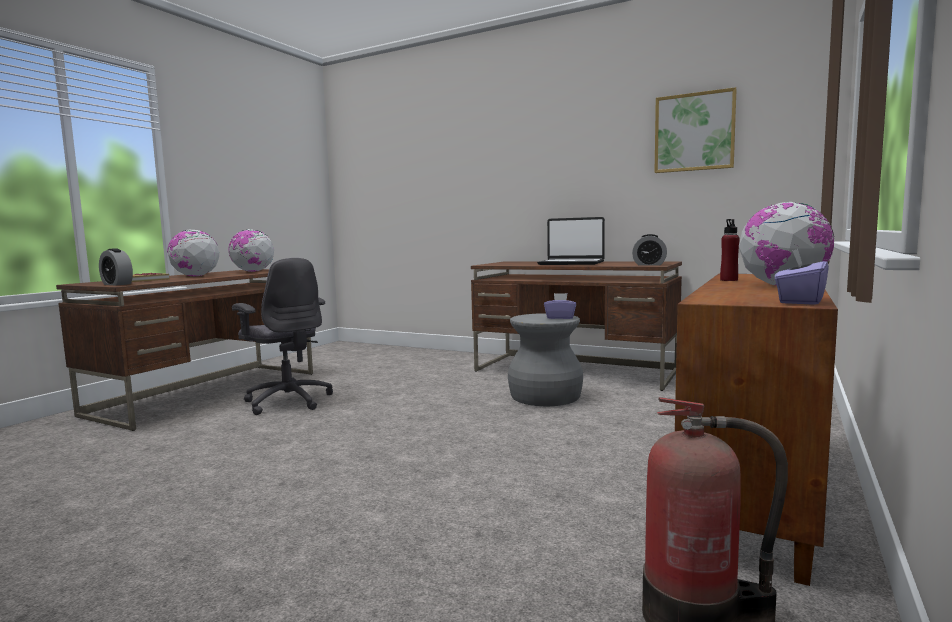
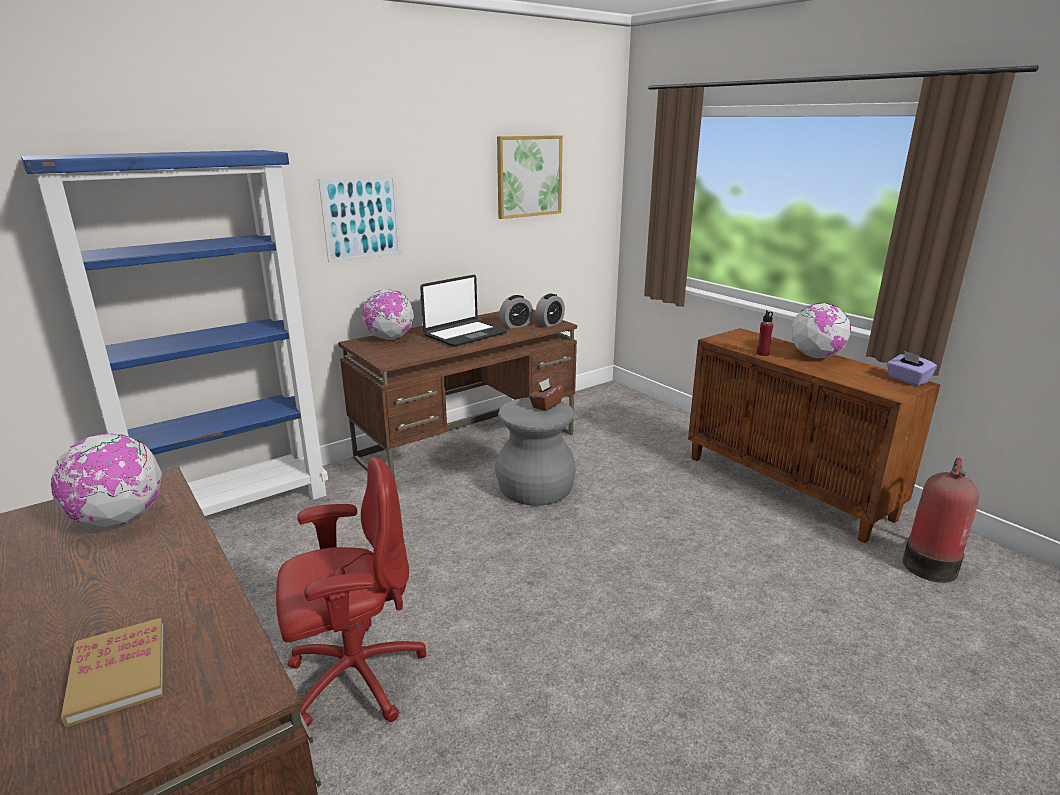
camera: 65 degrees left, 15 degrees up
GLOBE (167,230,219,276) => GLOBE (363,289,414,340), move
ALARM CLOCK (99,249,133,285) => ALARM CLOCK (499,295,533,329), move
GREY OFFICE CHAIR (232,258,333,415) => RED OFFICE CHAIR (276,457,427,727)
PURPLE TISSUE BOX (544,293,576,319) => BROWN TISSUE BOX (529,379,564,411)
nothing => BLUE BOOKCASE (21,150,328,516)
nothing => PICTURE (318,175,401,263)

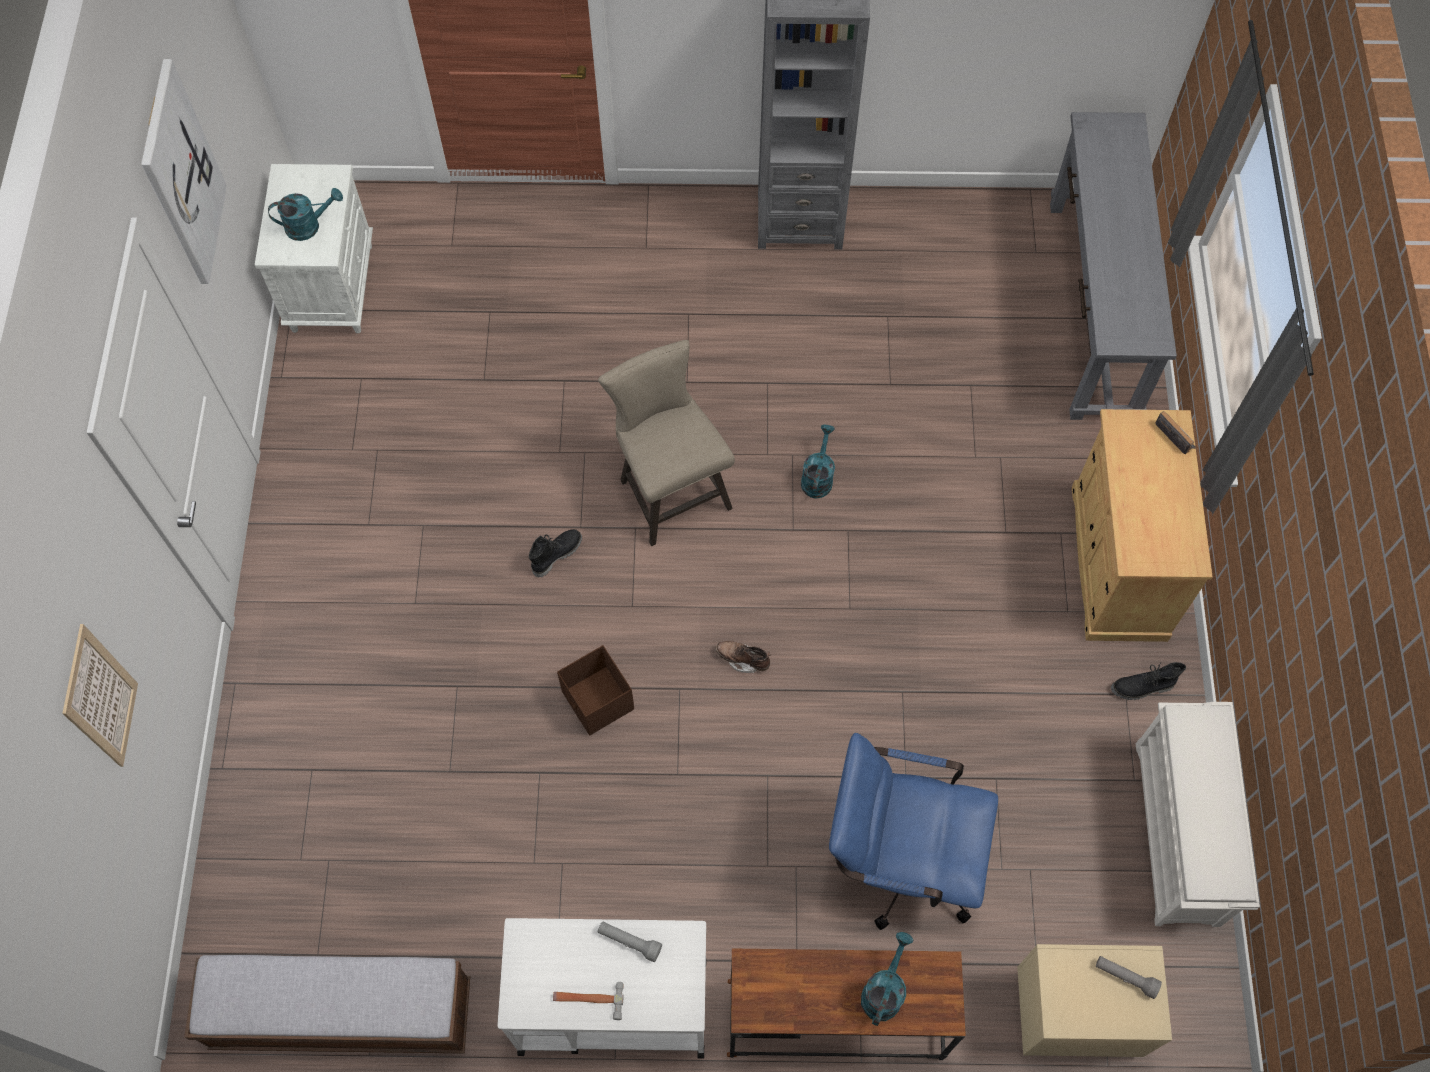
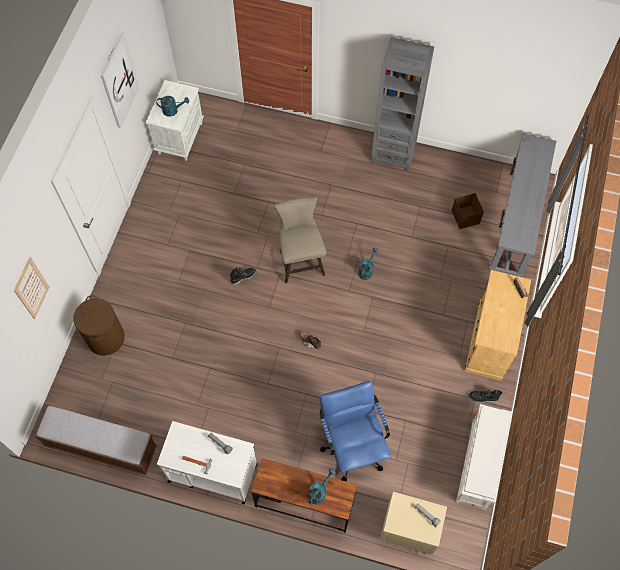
camera: 15 degrees right, 0 degrees up
BROWN STORAGE BOX (557,645,634,735) => BROWN STORAGE BOX (452,193,484,229), move
BLUE OFFICE CHAIR (829,733,998,930) => BLUE OFFICE CHAIR (320,381,391,481), 45 degrees clockwise
nothing => BROWN LAUNDRY BASKET (74,295,125,356)

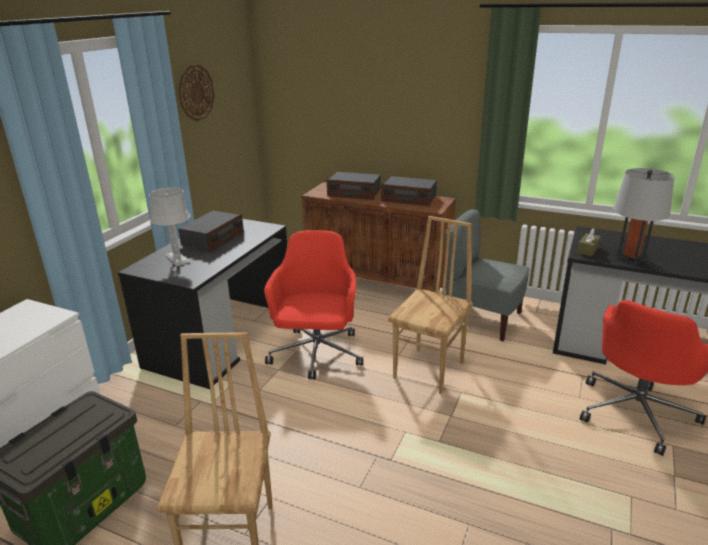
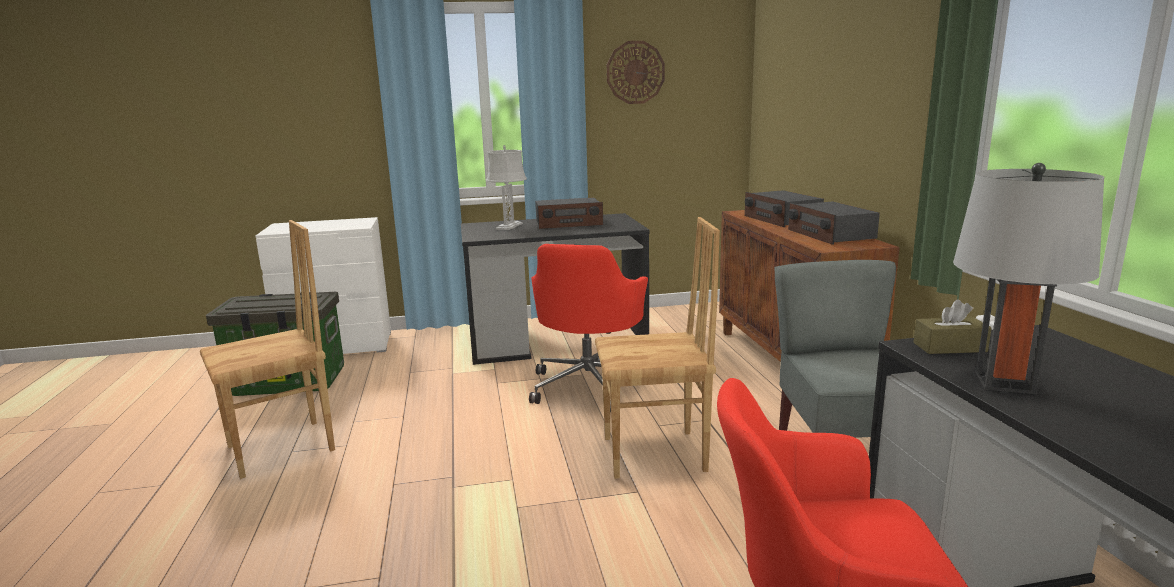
camera: 55 degrees right, 10 degrees down
RED OFFICE CHAIR (264,230,363,379) => RED OFFICE CHAIR (529,244,648,412), 135 degrees clockwise

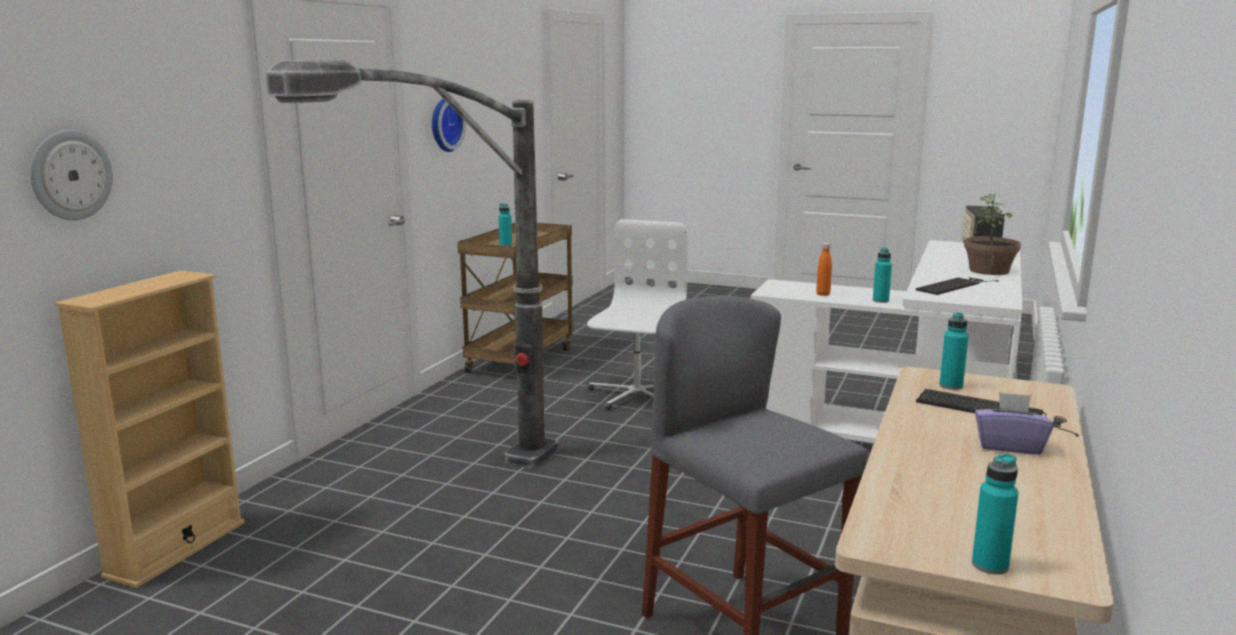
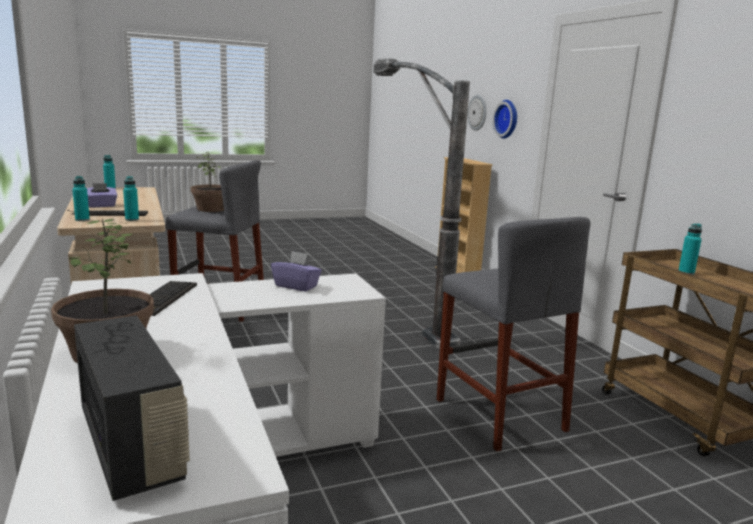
camera: 135 degrees right, 0 degrees up
WALL CLOCK (432,99,466,152) => WALL CLOCK (493,100,517,139), move
WHITE OFFICE CHAIR (587,219,688,410) => GREY STOOL (437,217,590,451)
ORANGE BOTTLE (816,243,832,296) => PURPLE TISSUE BOX (271,251,322,291)
TURQUOISE BOTTLE (873,247,892,303) => TURQUOISE BOTTLE (72,176,90,221), move
nothing => POTTED PLANT (191,152,224,212)

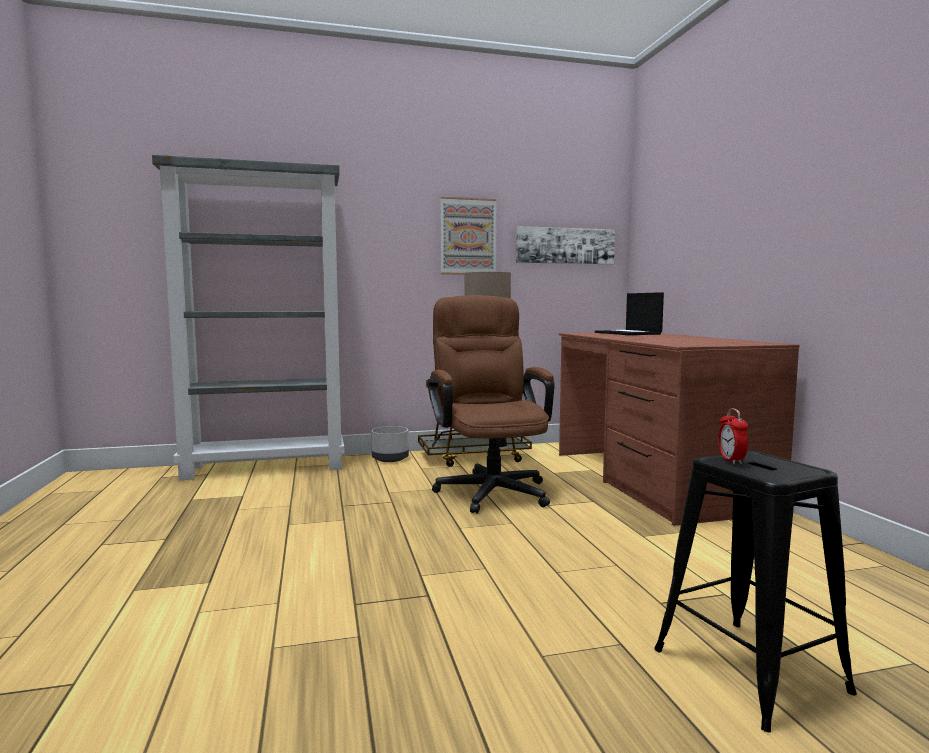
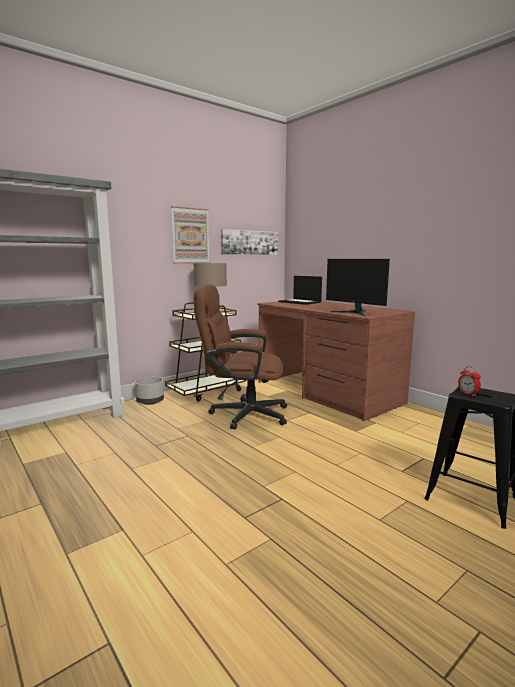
camera: 25 degrees left, 5 degrees up
BROWN OFFICE CHAIR (427,295,555,514) => BROWN OFFICE CHAIR (194,284,287,430), 45 degrees counterclockwise
nothing => MONITOR (326,259,390,317)

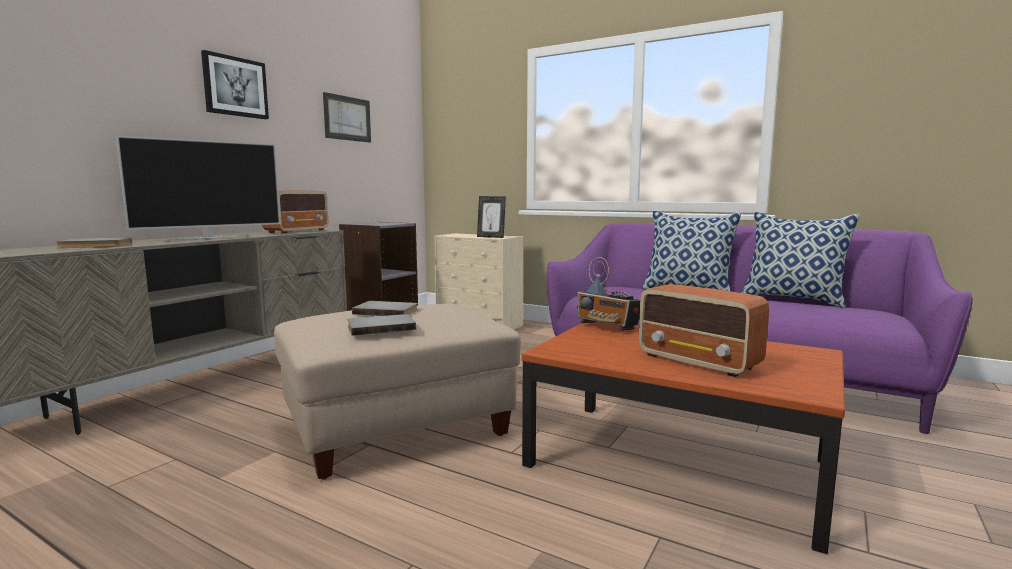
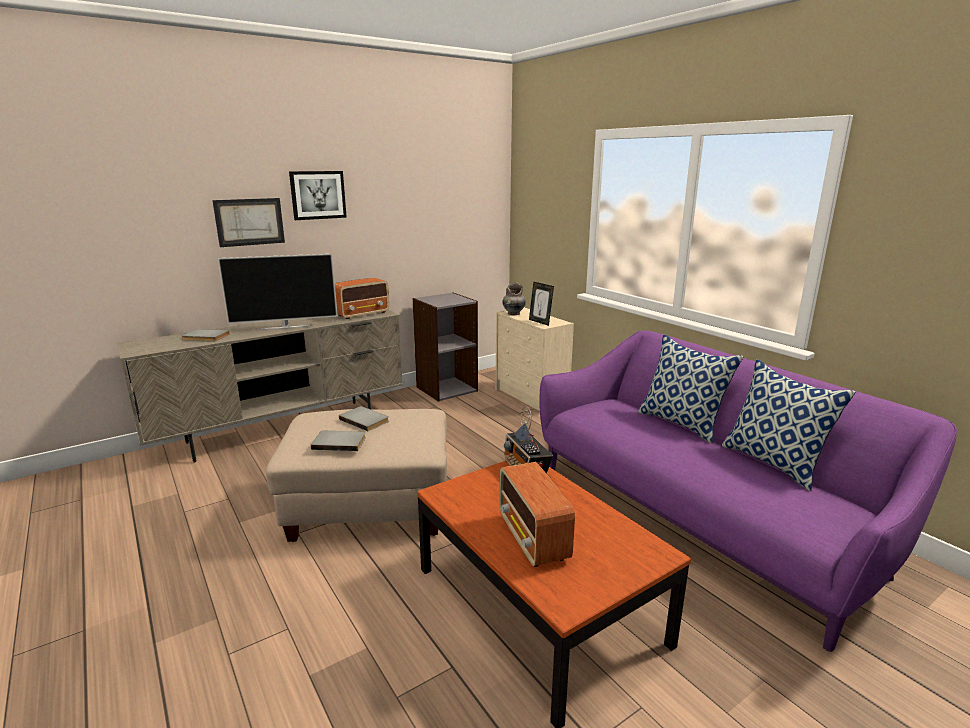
camera: 25 degrees right, 10 degrees up
PICTURE (323,92,371,142) => PICTURE (212,198,285,247), move
nothing => GREY VASE (502,282,526,315)

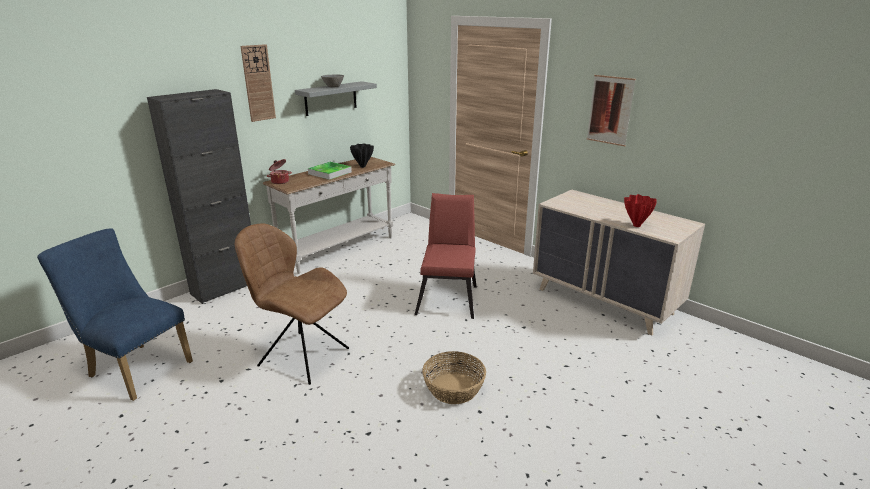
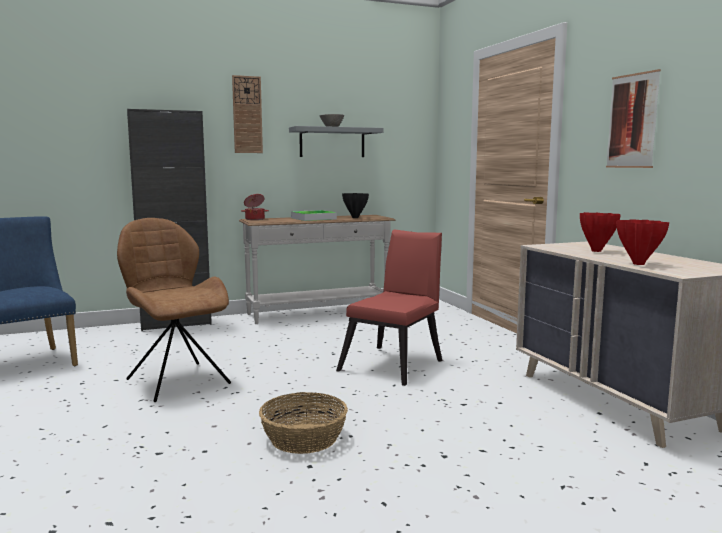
camera: 25 degrees right, 15 degrees down
nothing => RED VASE (580,212,621,252)

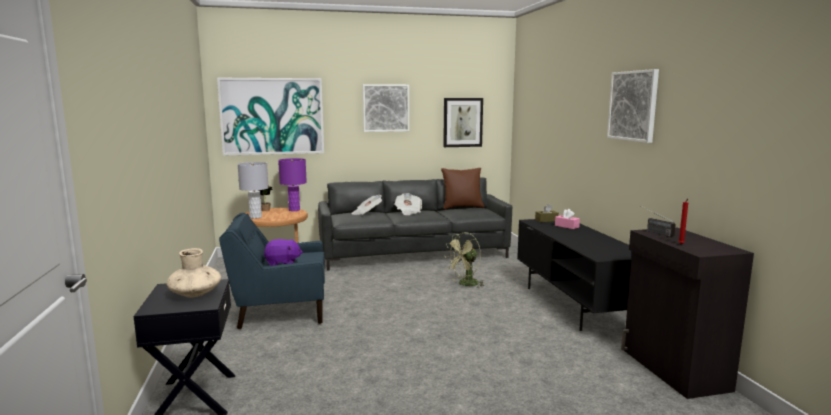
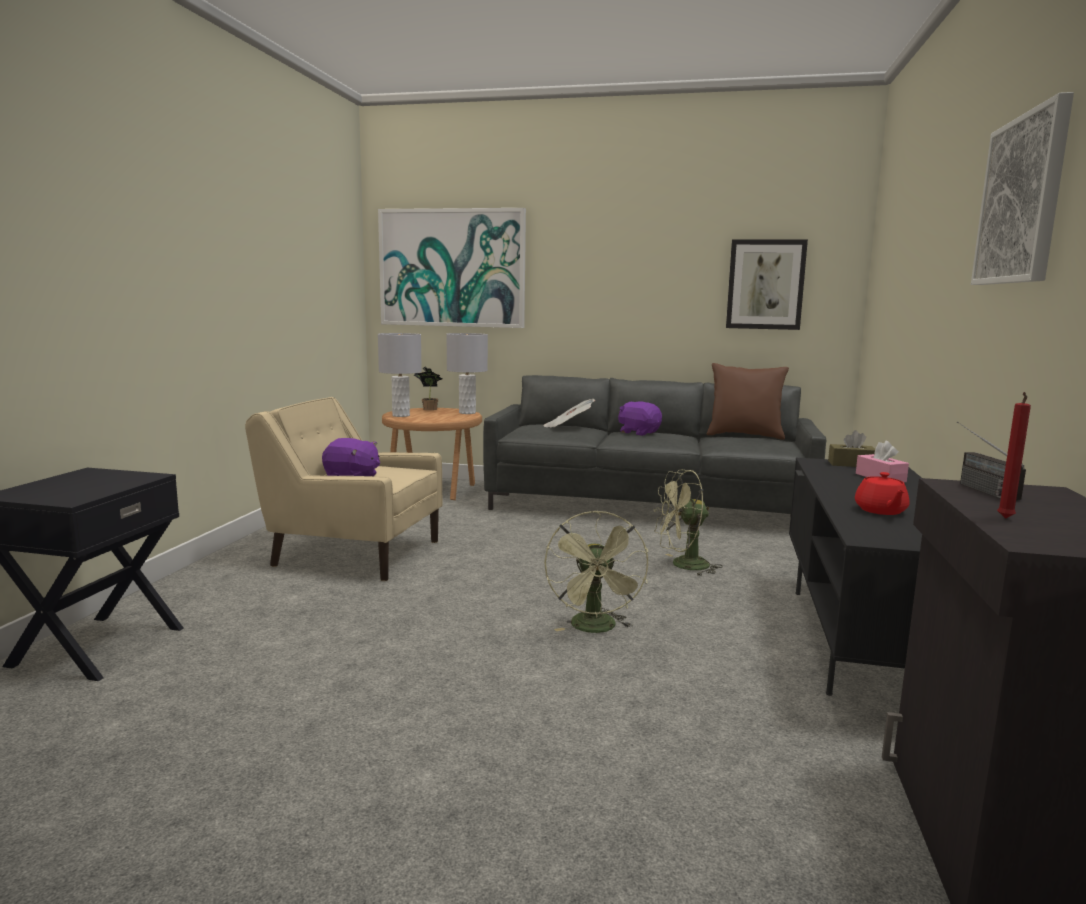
camera: 25 degrees right, 0 degrees up
PICTURE (363,84,409,132) => nothing
PURPLE TABLE LAMP (278,158,307,211) => GREY TABLE LAMP (446,333,488,414)
NEWSPAPER (394,193,422,215) => PURPLE PLUSH TOY (618,402,662,436)
BLUE ARMCHAIR (219,213,325,329) => BEIGE ARMCHAIR (245,397,443,582)
BEIGE VASE (167,248,221,298) => nothing
nothing => RED TEAPOT (855,472,910,515)
nothing => GREEN FAN (544,510,648,633)

